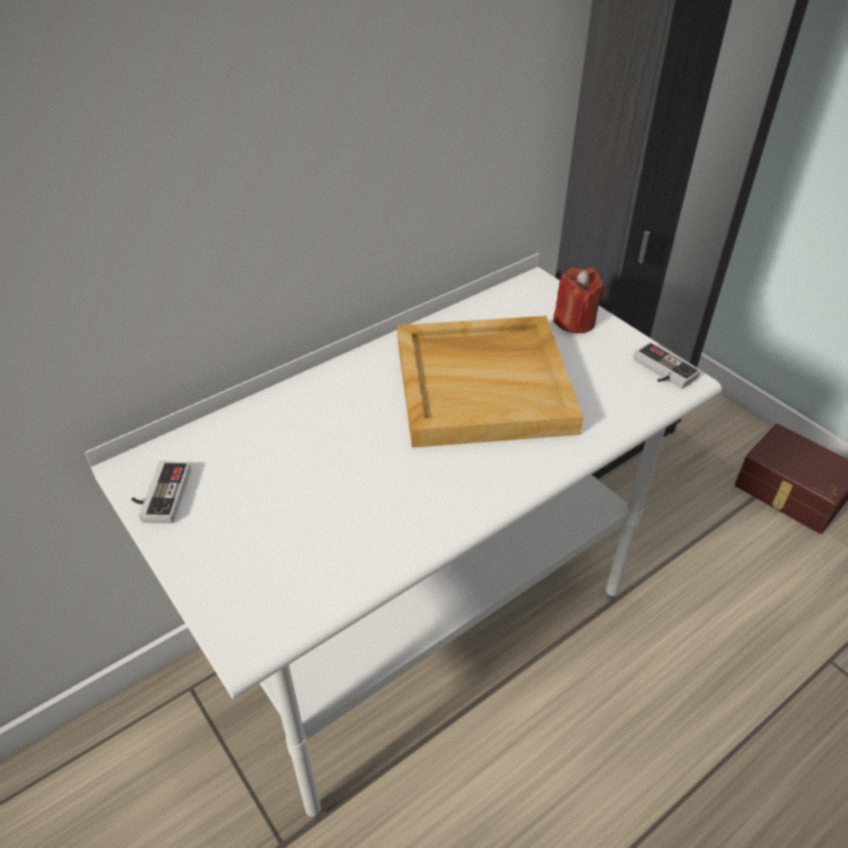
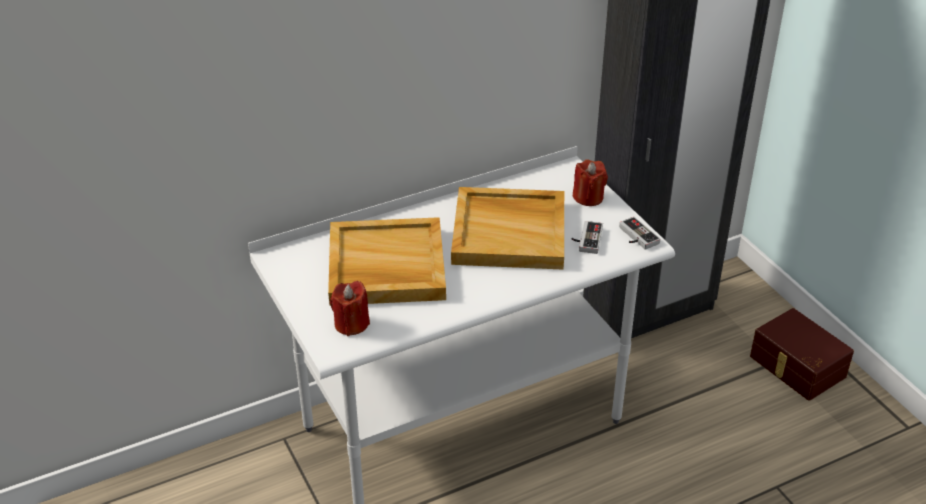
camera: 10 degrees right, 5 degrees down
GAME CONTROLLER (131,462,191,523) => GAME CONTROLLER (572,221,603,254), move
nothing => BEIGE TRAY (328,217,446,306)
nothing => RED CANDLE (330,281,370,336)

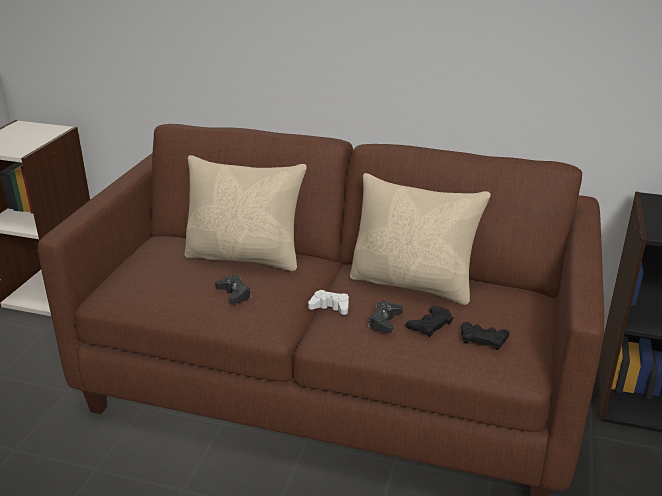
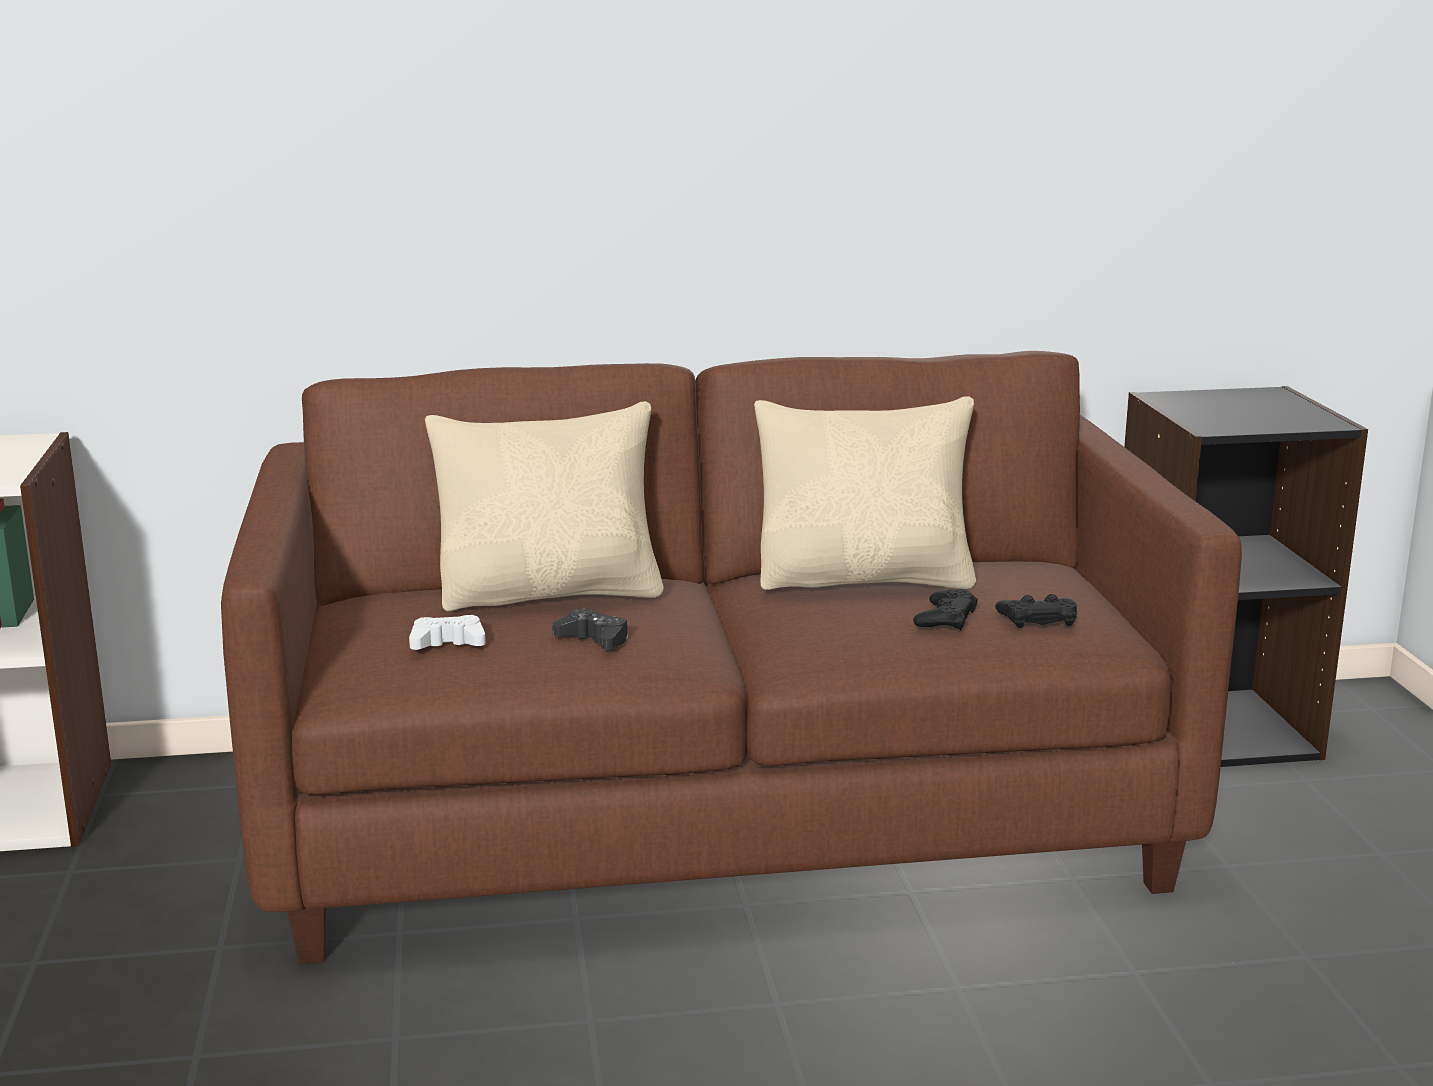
camera: 25 degrees left, 10 degrees down
WHITE GAME CONTROLLER (308,290,349,315) => WHITE GAME CONTROLLER (409,615,486,650), move
BLACK GAME CONTROLLER (368,301,403,333) => nothing

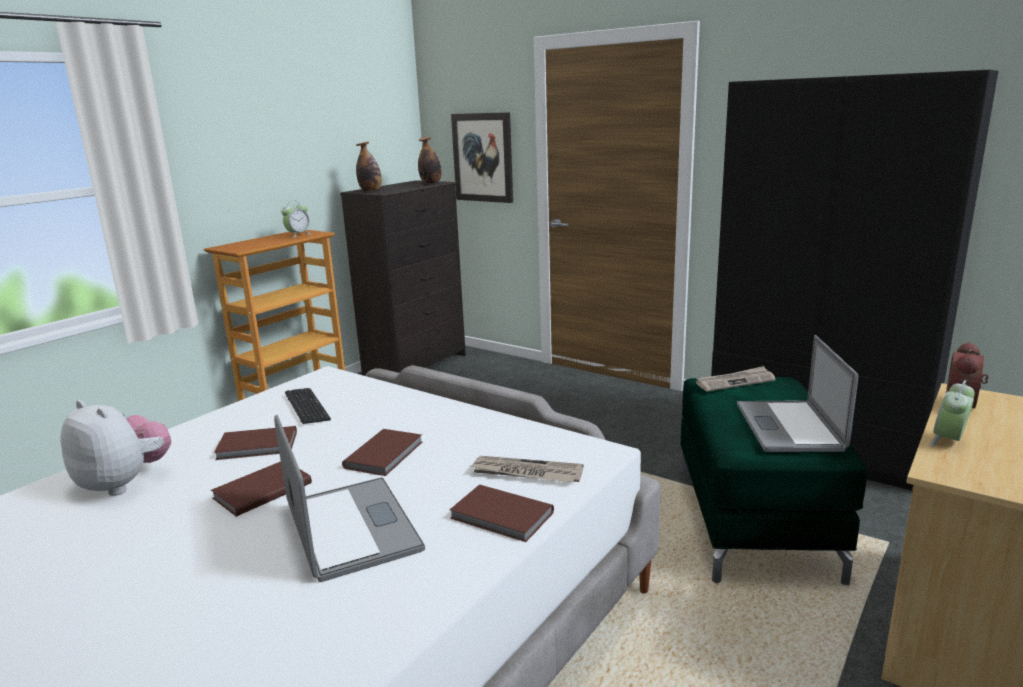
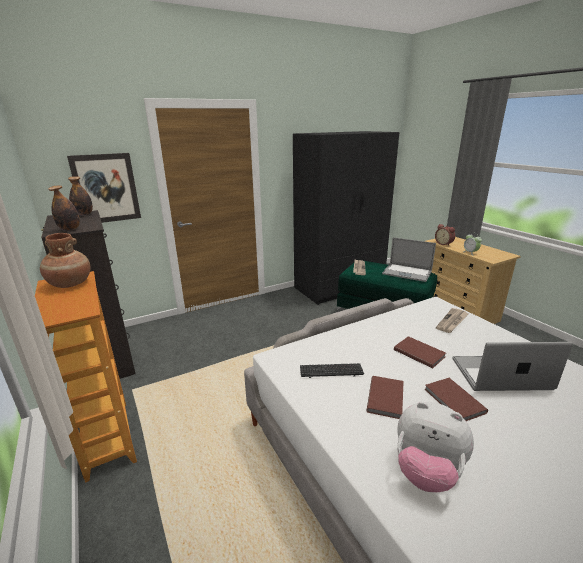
camera: 65 degrees left, 5 degrees up
ALARM CLOCK (281,200,310,238) => BROWN VASE (40,233,90,288)
PLUSH TOY (60,400,171,496) => PLUSH TOY (397,402,474,492), 120 degrees counterclockwise
BROWN BOOK (450,485,554,542) => nothing

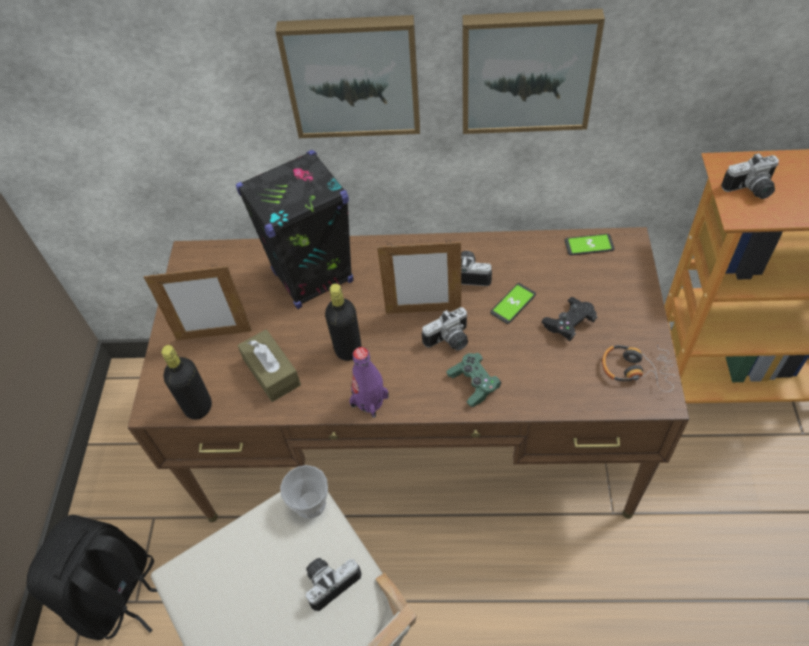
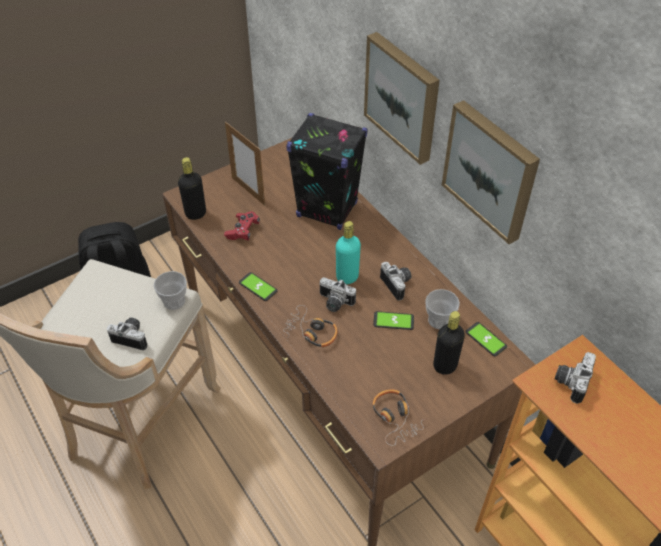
camera: 50 degrees right, 5 degrees down
PHOTO CAMERA (721,153,779,199) => PHOTO CAMERA (555,352,596,404), 75 degrees clockwise
PICTURE FRAME (377,240,461,314) => TURQUOISE BOTTLE (336,221,361,284)
BLACK BOTTLE (325,283,361,361) => BLACK BOTTLE (433,311,465,375), move
BLACK GAME CONTROLLER (542,297,598,341) => nothing
BROWN TISSUE BOX (238,329,301,402) => RED GAME CONTROLLER (224,211,260,241)
PURPLE BOTTLE (349,347,389,418) => PHONE (239,272,278,301)
GREEN GAME CONTROLLER (447,353,501,407) => HEADPHONES (283,305,338,347)
nothing => CUP (425,289,460,329)

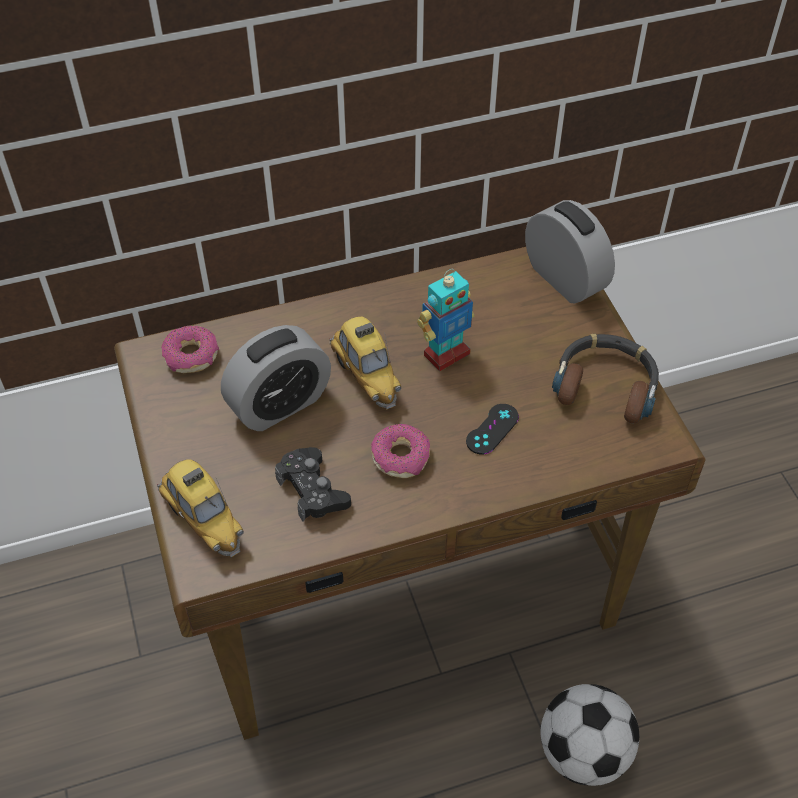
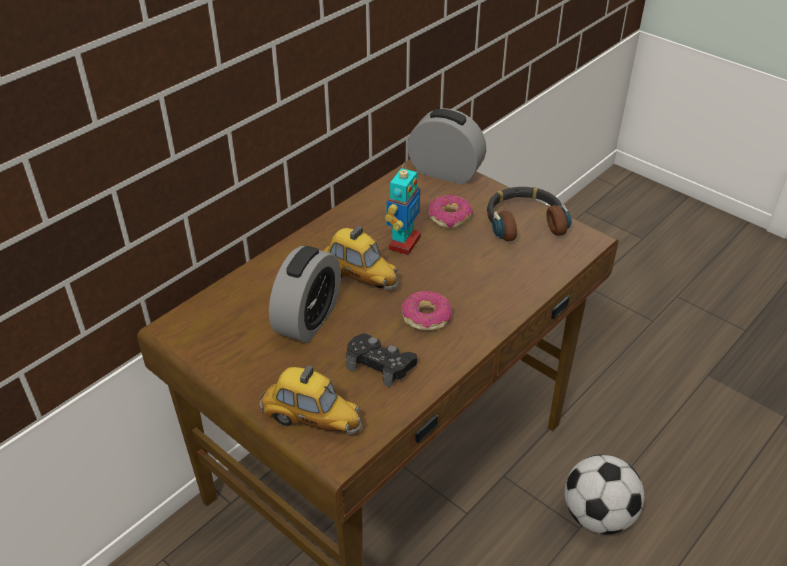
camera: 30 degrees left, 10 degrees down
DONUT (161,326,219,373) => DONUT (429,195,473,229), move
BLACK GAME CONTROLLER (466,404,519,454) => nothing

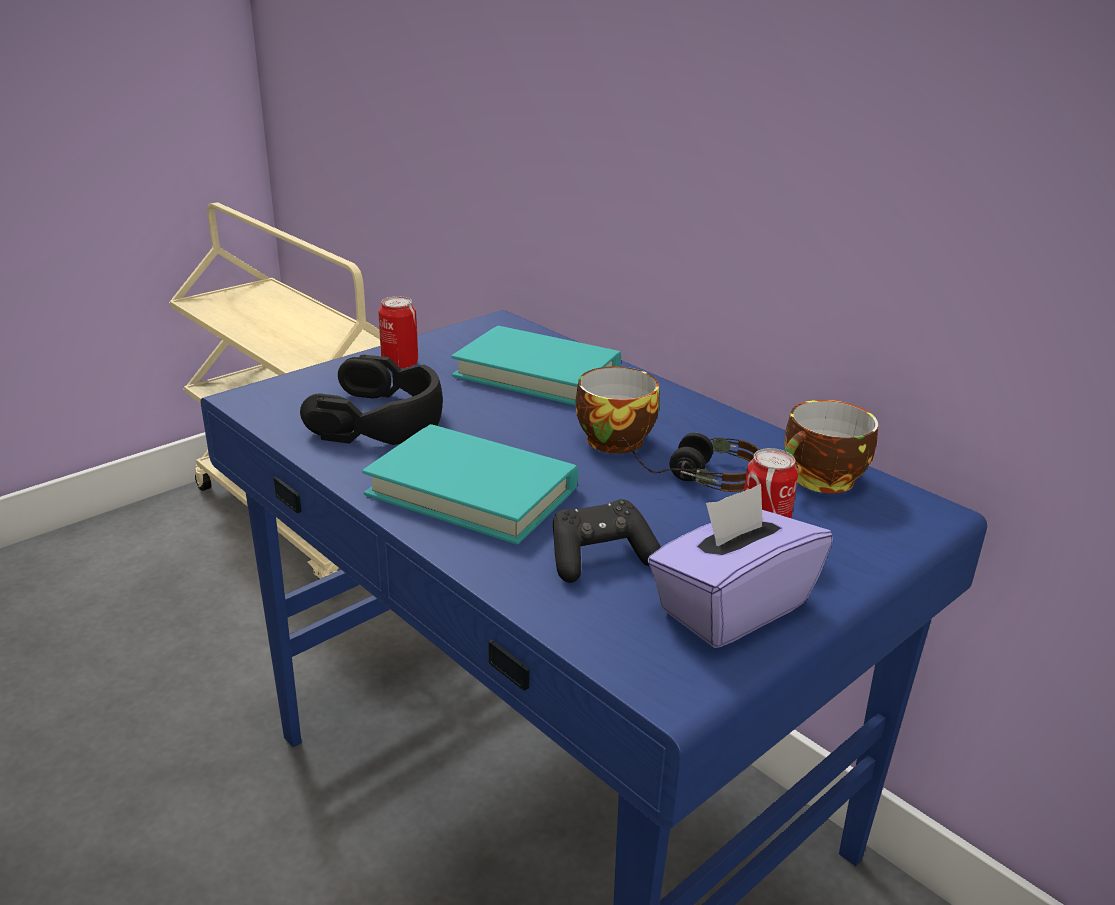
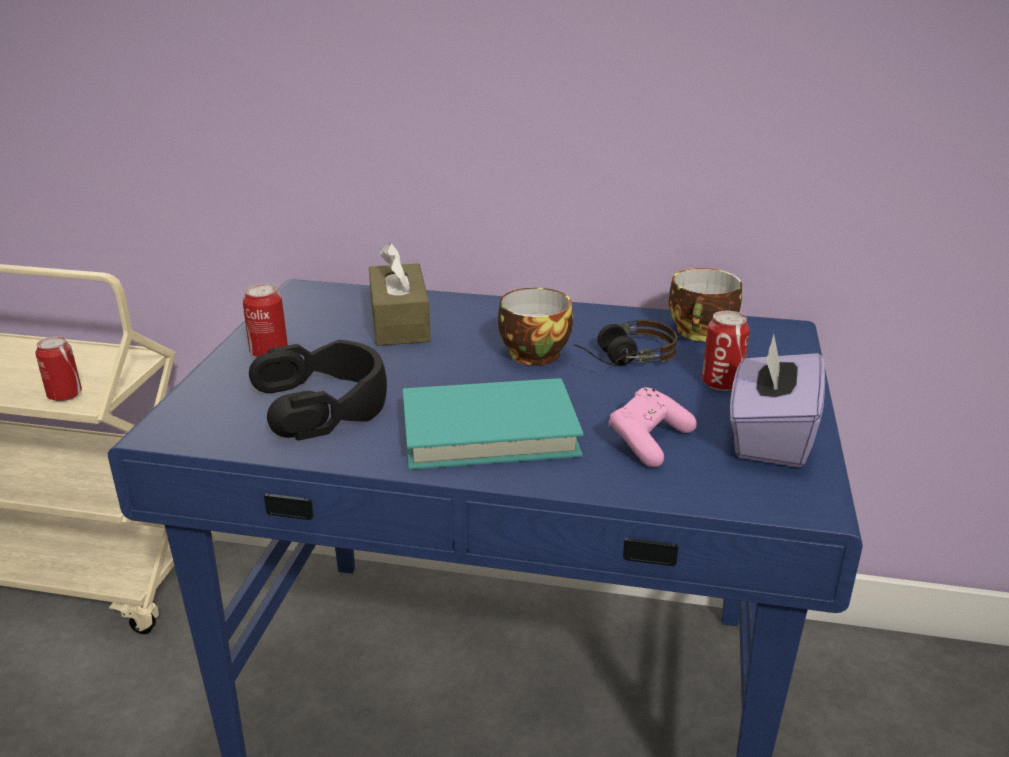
camera: 35 degrees left, 0 degrees up
TURQUOISE BOOK (451,326,621,406) => BROWN TISSUE BOX (369,242,431,346)
BLACK GAME CONTROLLER (553,499,661,583) => PINK GAME CONTROLLER (608,387,697,467)
nothing => CAN (36,336,82,401)

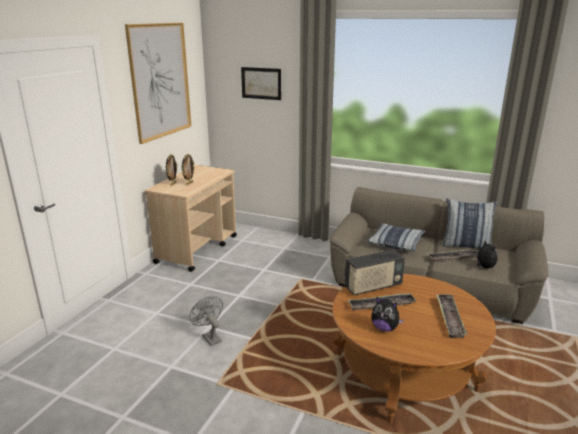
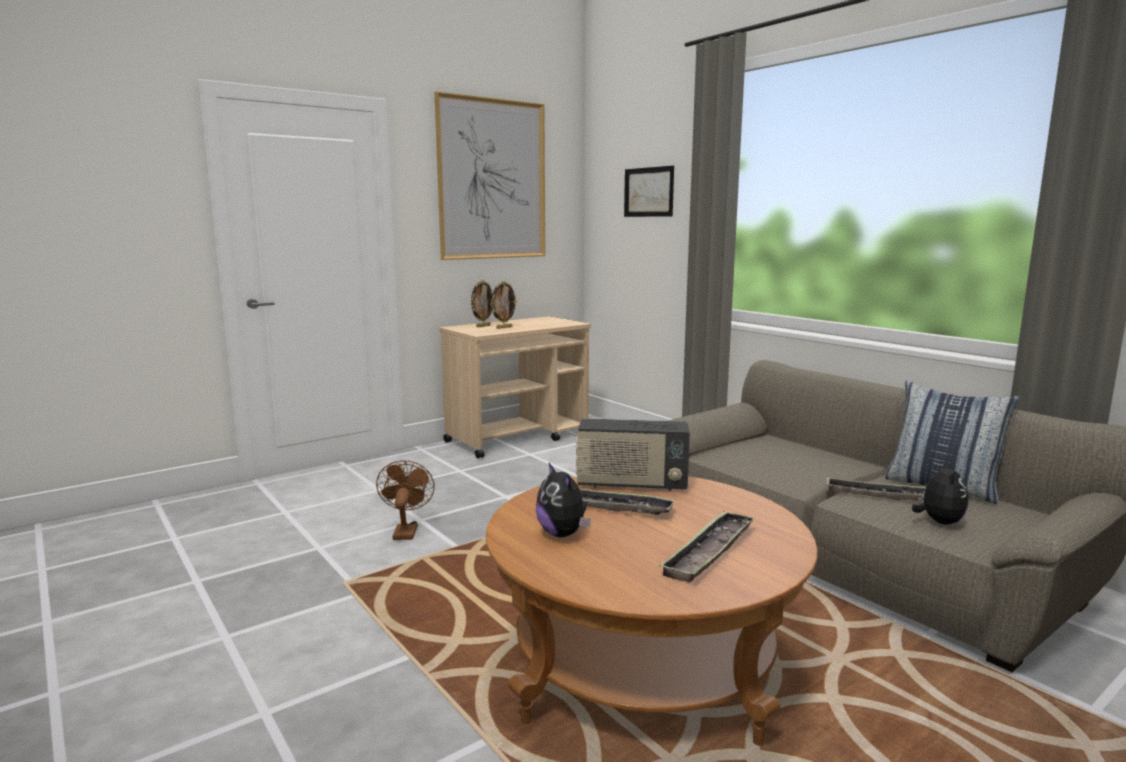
camera: 30 degrees right, 10 degrees down
PILLOW (367,223,426,252) => nothing
GREY FAN (190,296,223,346) => BROWN FAN (376,460,435,540)

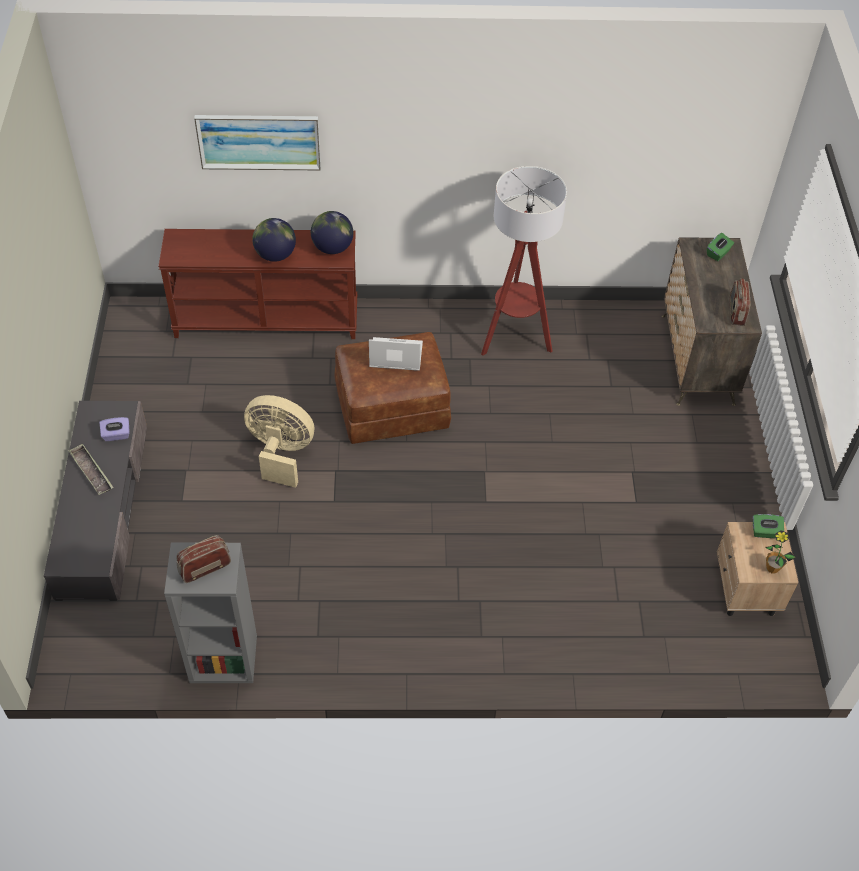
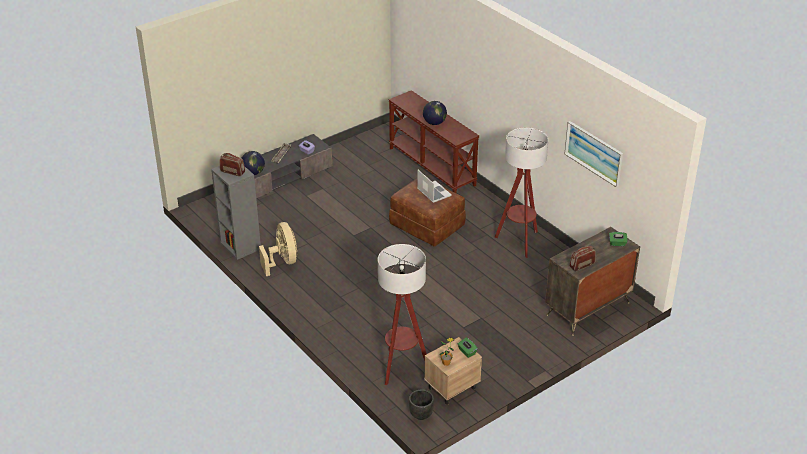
camera: 55 degrees right, 15 degrees down
PICTURE (194,115,321,171) => PICTURE (564,121,623,187), move
GLOBE (311,211,353,254) => GLOBE (242,151,265,175), move
BEIGE FAN (244,395,314,488) => BEIGE FAN (259,222,297,276), move
nothing => FLOOR LAMP (378,244,427,385)
nothing => BLACK PLANTER (409,389,434,420)

